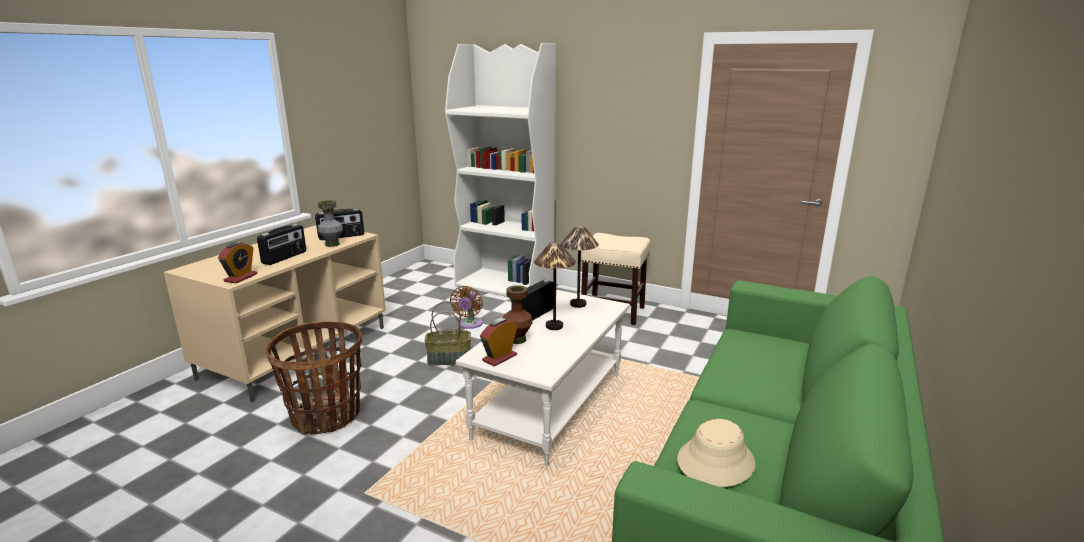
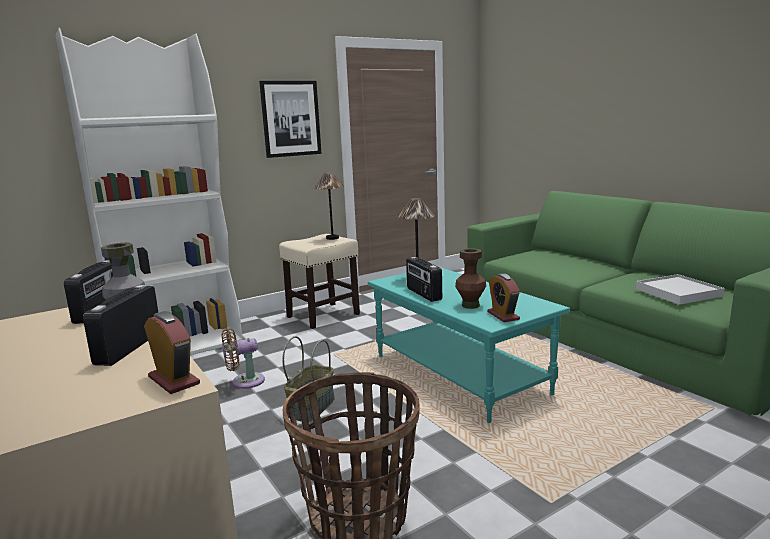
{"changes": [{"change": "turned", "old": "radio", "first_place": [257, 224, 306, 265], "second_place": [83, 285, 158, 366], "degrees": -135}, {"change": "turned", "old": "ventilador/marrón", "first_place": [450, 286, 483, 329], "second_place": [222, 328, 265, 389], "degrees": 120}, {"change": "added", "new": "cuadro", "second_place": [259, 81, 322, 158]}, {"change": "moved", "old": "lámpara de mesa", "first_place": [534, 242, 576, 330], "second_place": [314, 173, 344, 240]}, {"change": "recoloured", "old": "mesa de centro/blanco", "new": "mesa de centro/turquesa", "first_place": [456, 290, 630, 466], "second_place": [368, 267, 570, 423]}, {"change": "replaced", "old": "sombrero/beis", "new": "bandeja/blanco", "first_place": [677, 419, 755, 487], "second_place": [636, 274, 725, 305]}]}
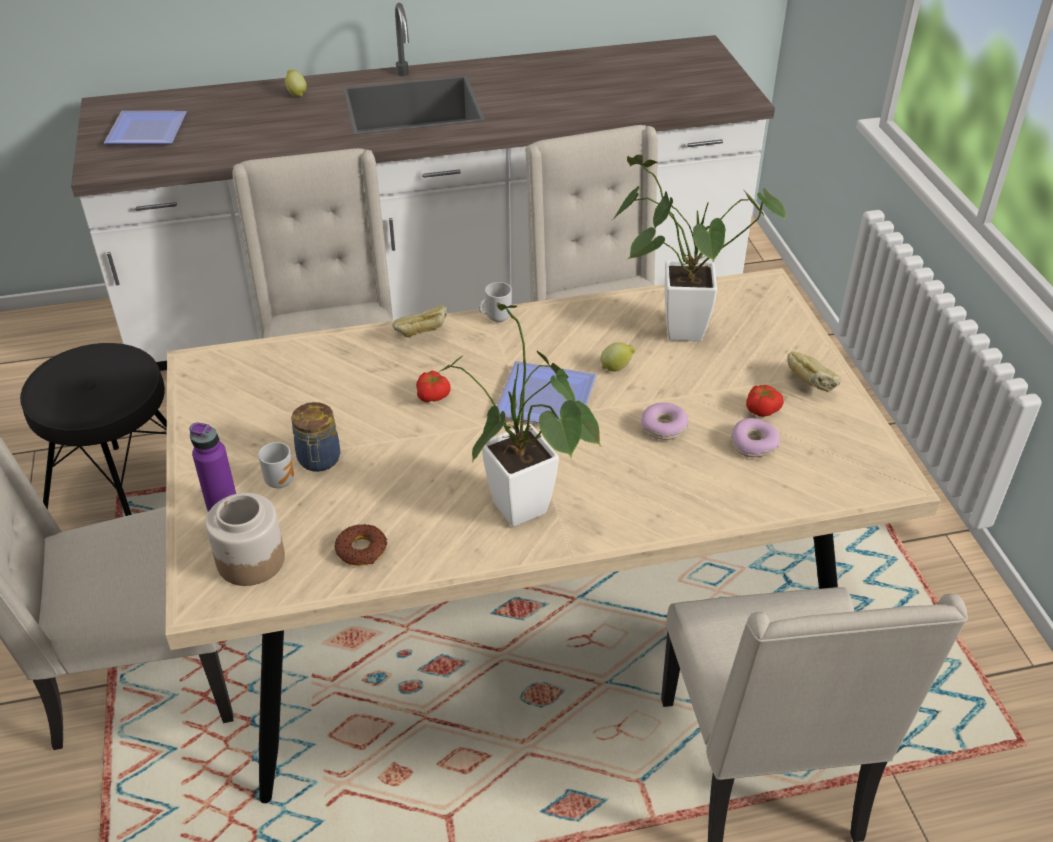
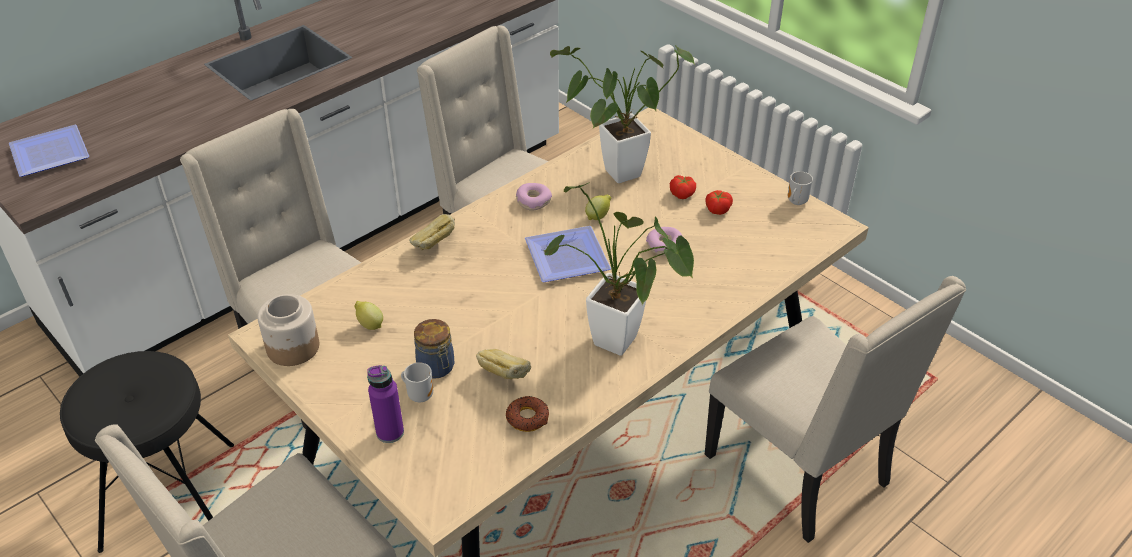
{"changes": [{"change": "moved", "old": "tarro", "first_place": [206, 493, 285, 586], "second_place": [257, 294, 319, 366]}, {"change": "moved", "old": "limón", "first_place": [285, 69, 307, 97], "second_place": [354, 301, 383, 330]}, {"change": "moved", "old": "pan", "first_place": [788, 352, 841, 392], "second_place": [476, 349, 531, 379]}, {"change": "moved", "old": "rosquilla", "first_place": [731, 418, 780, 457], "second_place": [516, 183, 552, 211]}, {"change": "moved", "old": "tomate", "first_place": [416, 371, 451, 402], "second_place": [670, 175, 696, 199]}, {"change": "moved", "old": "taza grande", "first_place": [479, 282, 512, 322], "second_place": [788, 171, 813, 205]}]}
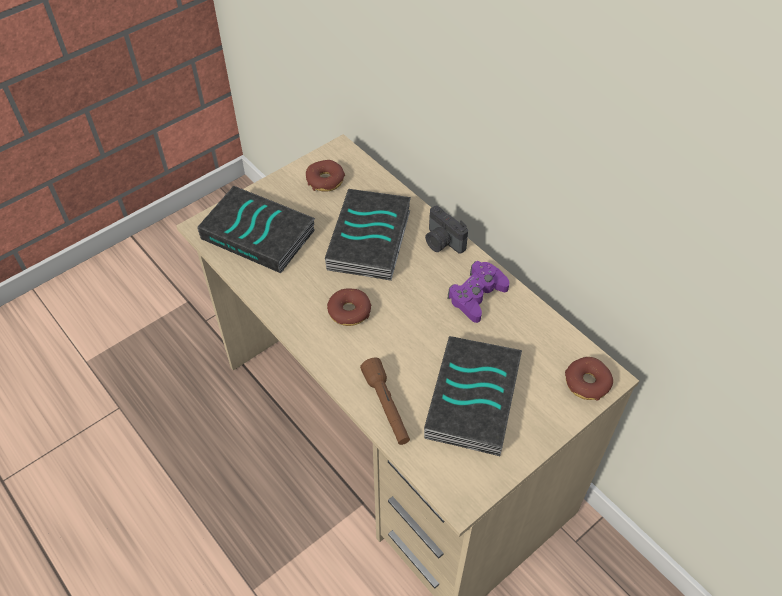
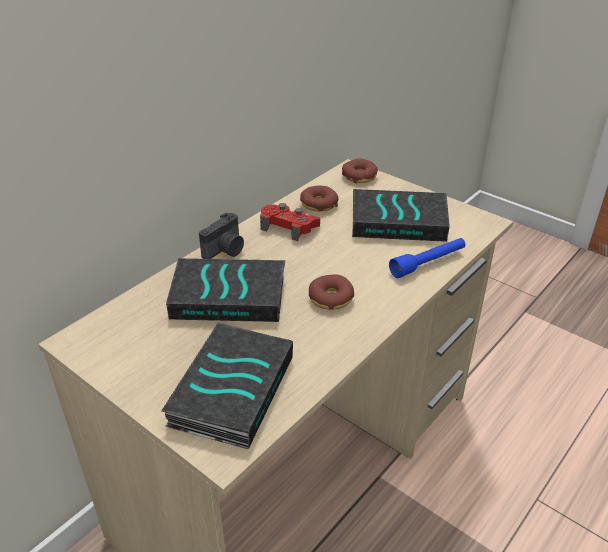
{"changes": [{"change": "recoloured", "old": "mando de consola/morado", "new": "mando de consola/rojo", "first_place": [448, 261, 509, 323], "second_place": [260, 203, 320, 241]}, {"change": "moved", "old": "rosquilla", "first_place": [306, 160, 345, 192], "second_place": [300, 186, 339, 212]}, {"change": "recoloured", "old": "linterna/marrón", "new": "linterna/azul", "first_place": [360, 358, 410, 445], "second_place": [389, 238, 465, 278]}]}
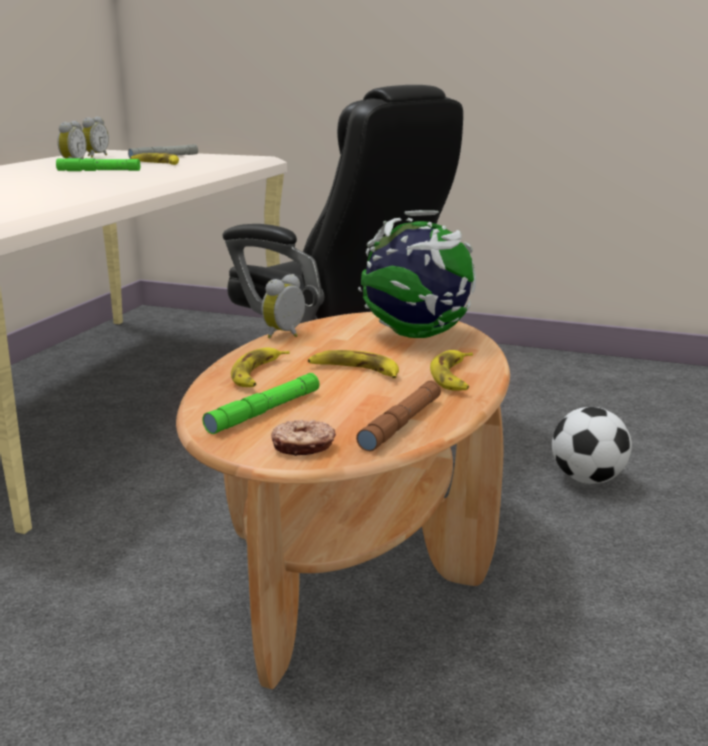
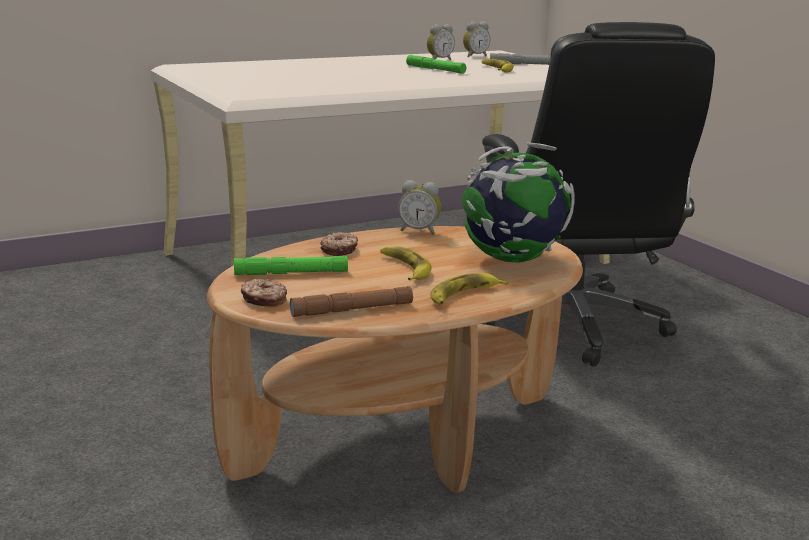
{"changes": [{"change": "replaced", "old": "plátano", "new": "rosquilla", "first_place": [231, 347, 290, 387], "second_place": [320, 232, 358, 256]}, {"change": "turned", "old": "despertador", "first_place": [262, 274, 305, 338], "second_place": [398, 180, 441, 235], "degrees": -150}, {"change": "removed", "old": "balón de fútbol", "first_place": [552, 407, 632, 484]}]}
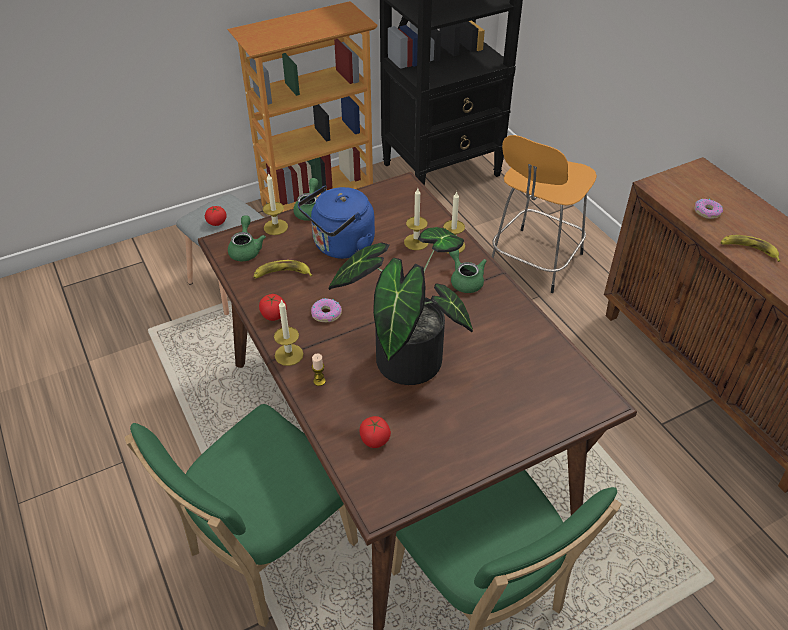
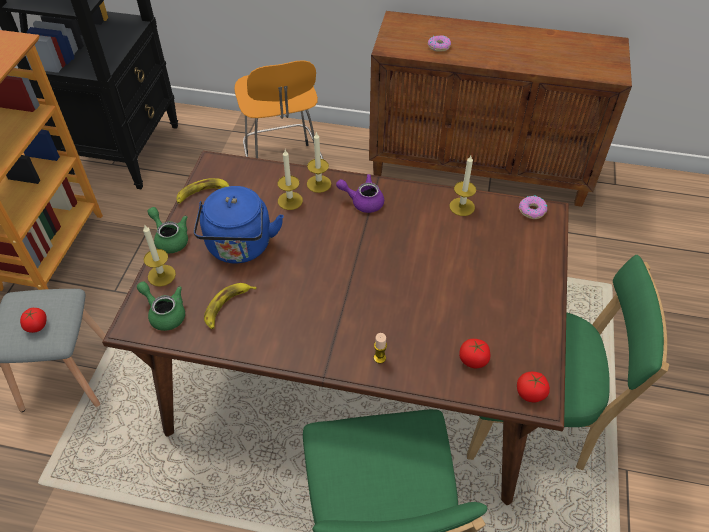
{"changes": [{"change": "moved", "old": "plátano", "first_place": [721, 235, 780, 262], "second_place": [177, 178, 229, 203]}, {"change": "recoloured", "old": "tetera/verde", "new": "tetera/morado", "first_place": [449, 250, 487, 293], "second_place": [336, 174, 384, 213]}, {"change": "moved", "old": "vela", "first_place": [274, 300, 304, 366], "second_place": [449, 156, 476, 216]}, {"change": "moved", "old": "tomate", "first_place": [259, 294, 287, 321], "second_place": [517, 372, 550, 403]}, {"change": "moved", "old": "rosquilla", "first_place": [311, 298, 342, 322], "second_place": [519, 195, 547, 219]}, {"change": "removed", "old": "planta en maceta", "first_place": [329, 227, 473, 385]}]}
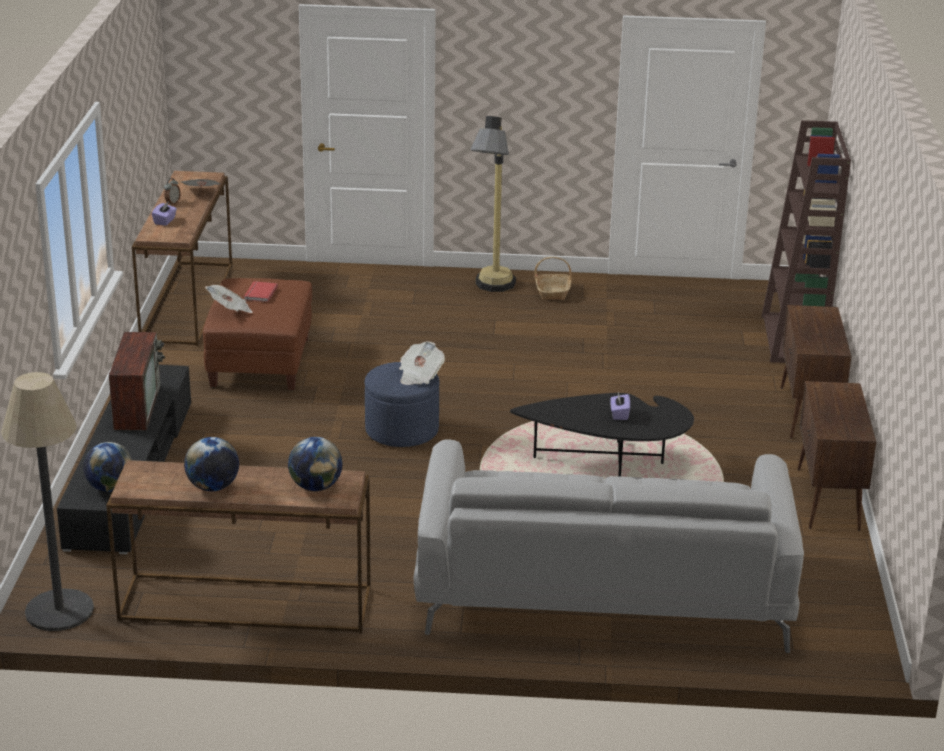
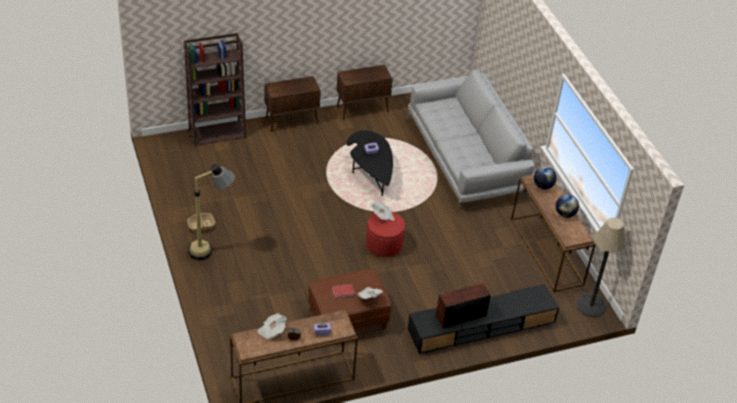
{"changes": [{"change": "recoloured", "old": "puf/azul", "new": "puf/rojo", "first_place": [365, 362, 439, 447], "second_place": [366, 211, 405, 257]}, {"change": "removed", "old": "globo terráqueo", "first_place": [83, 442, 133, 492]}]}
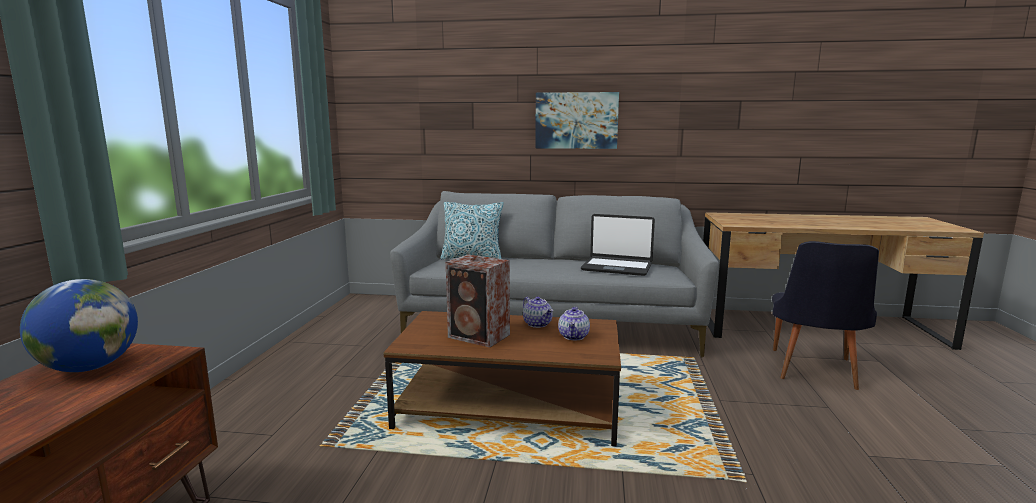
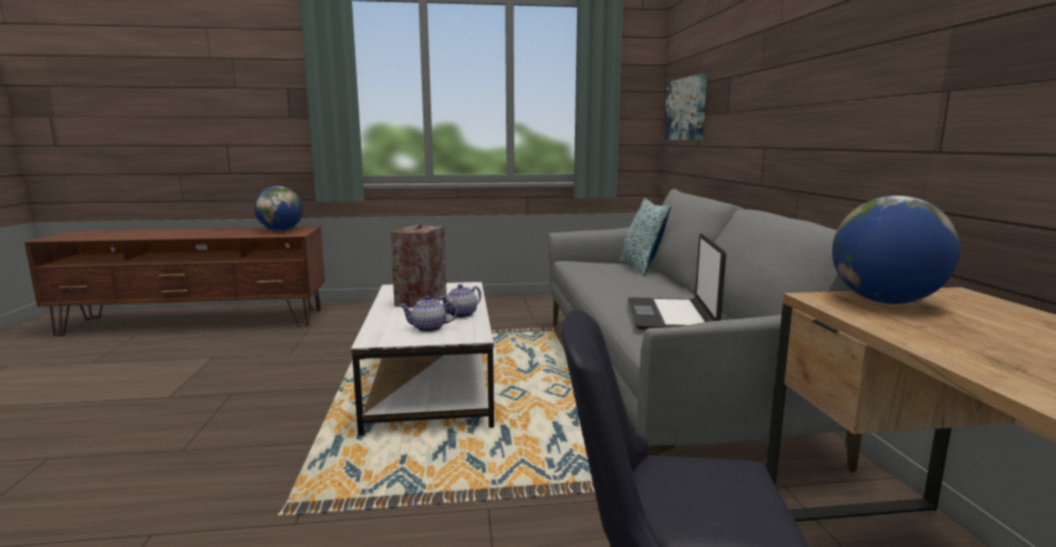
{"changes": [{"change": "recoloured", "old": "mesa de centro/marrón", "new": "mesa de centro/blanco", "first_place": [384, 311, 621, 446], "second_place": [351, 282, 494, 436]}, {"change": "moved", "old": "cuadro", "first_place": [535, 92, 619, 149], "second_place": [664, 73, 707, 140]}, {"change": "added", "new": "globo terráqueo", "second_place": [832, 196, 960, 304]}]}
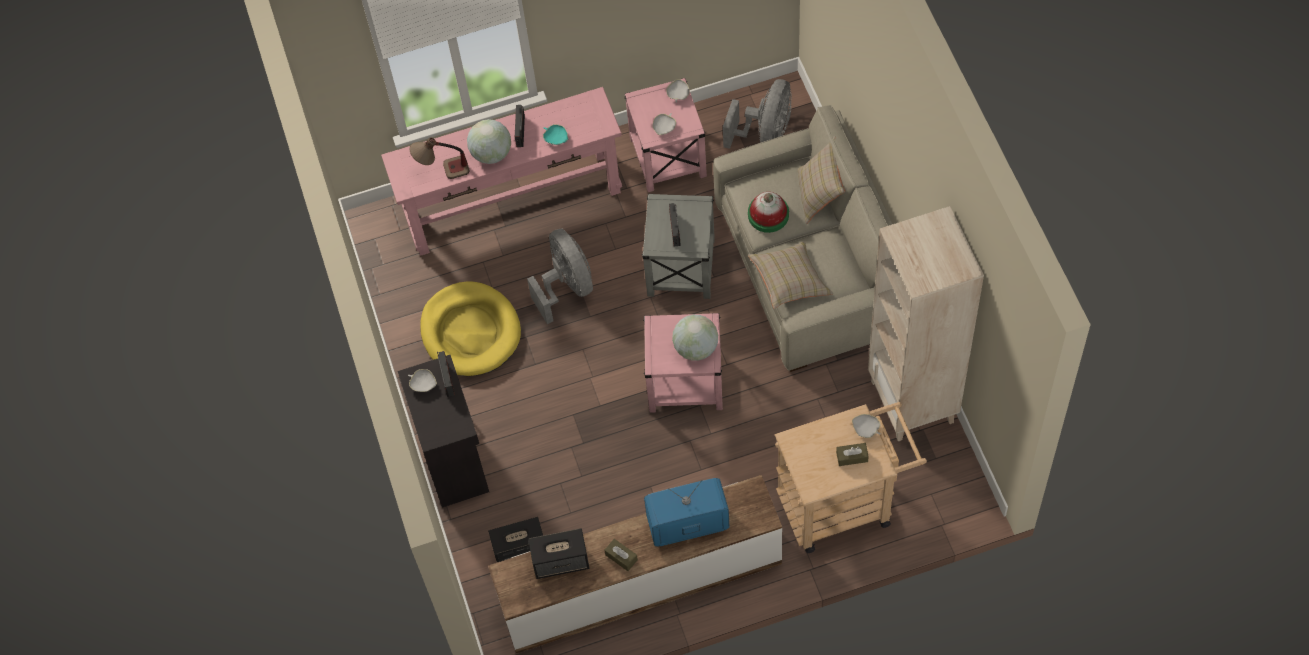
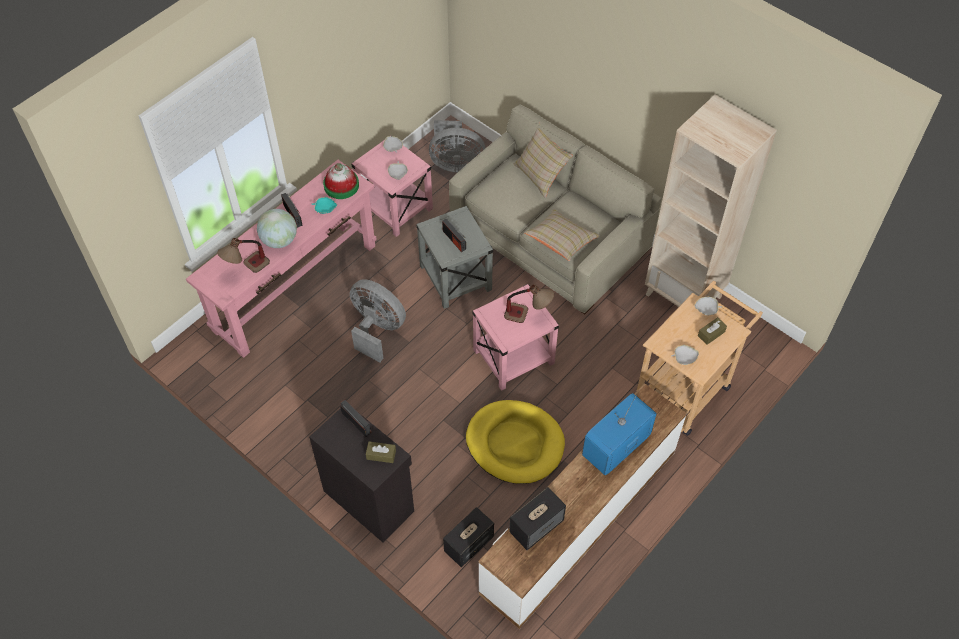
{"changes": [{"change": "moved", "old": "sombrero", "first_place": [748, 192, 789, 233], "second_place": [323, 163, 359, 199]}, {"change": "moved", "old": "caja de pañuelos/marrón", "first_place": [604, 539, 638, 571], "second_place": [366, 441, 396, 463]}, {"change": "turned", "old": "ventilador/gris", "first_place": [723, 79, 791, 149], "second_place": [429, 120, 486, 173], "degrees": 105}, {"change": "moved", "old": "cama para perro/amarillo", "first_place": [420, 281, 521, 376], "second_place": [466, 400, 565, 484]}, {"change": "replaced", "old": "globo terráqueo", "new": "lámpara de mesa", "first_place": [672, 315, 718, 361], "second_place": [504, 284, 554, 323]}, {"change": "moved", "old": "cuenco/blanco", "first_place": [408, 369, 437, 392], "second_place": [671, 345, 699, 365]}]}
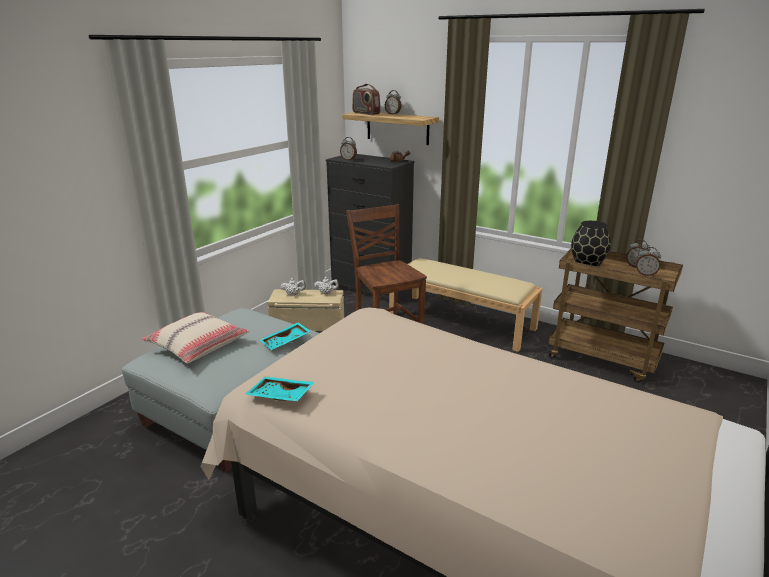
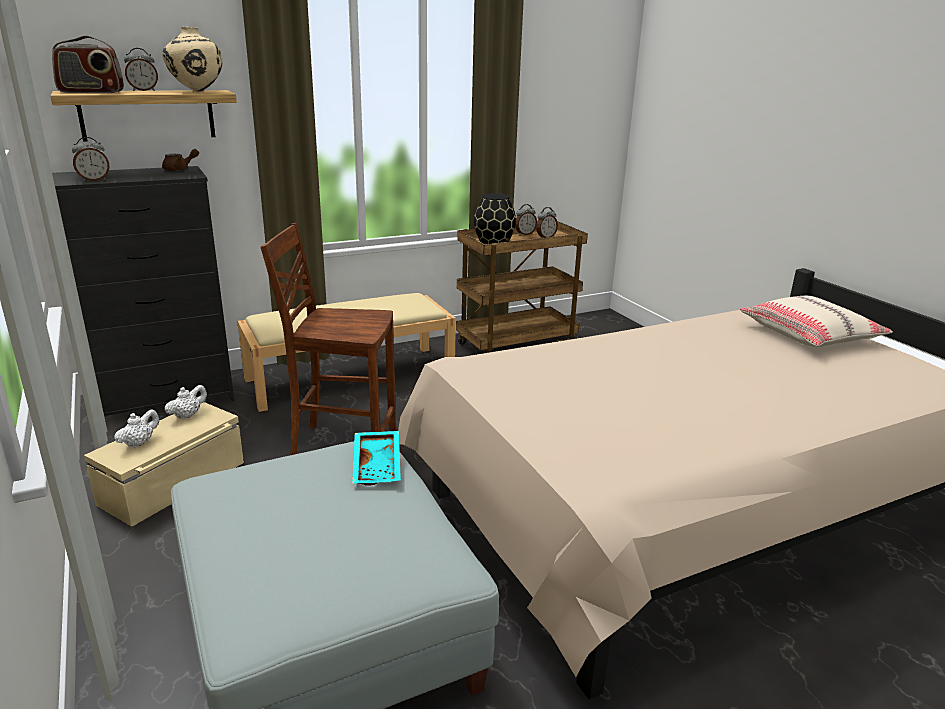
{"changes": [{"change": "added", "new": "florero/beis", "second_place": [162, 27, 223, 92]}, {"change": "moved", "old": "cojín/beis", "first_place": [142, 312, 250, 364], "second_place": [740, 296, 893, 347]}, {"change": "removed", "old": "bandeja/turquesa", "first_place": [245, 377, 315, 401]}]}
